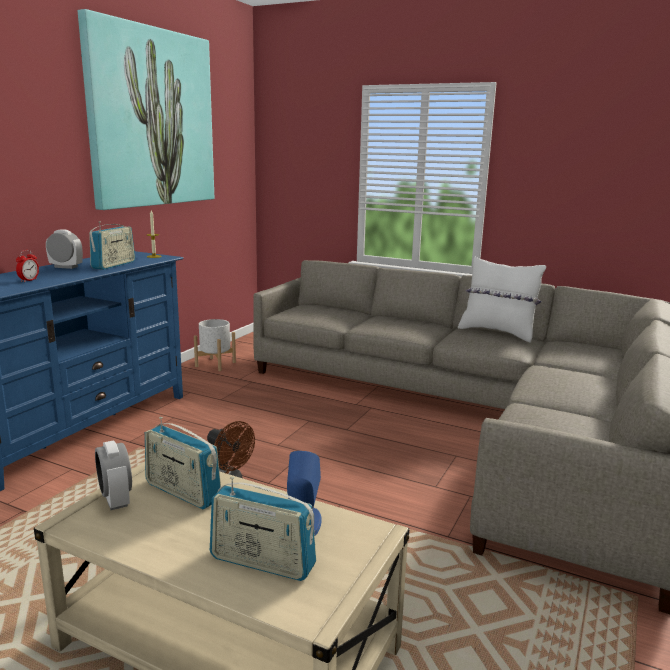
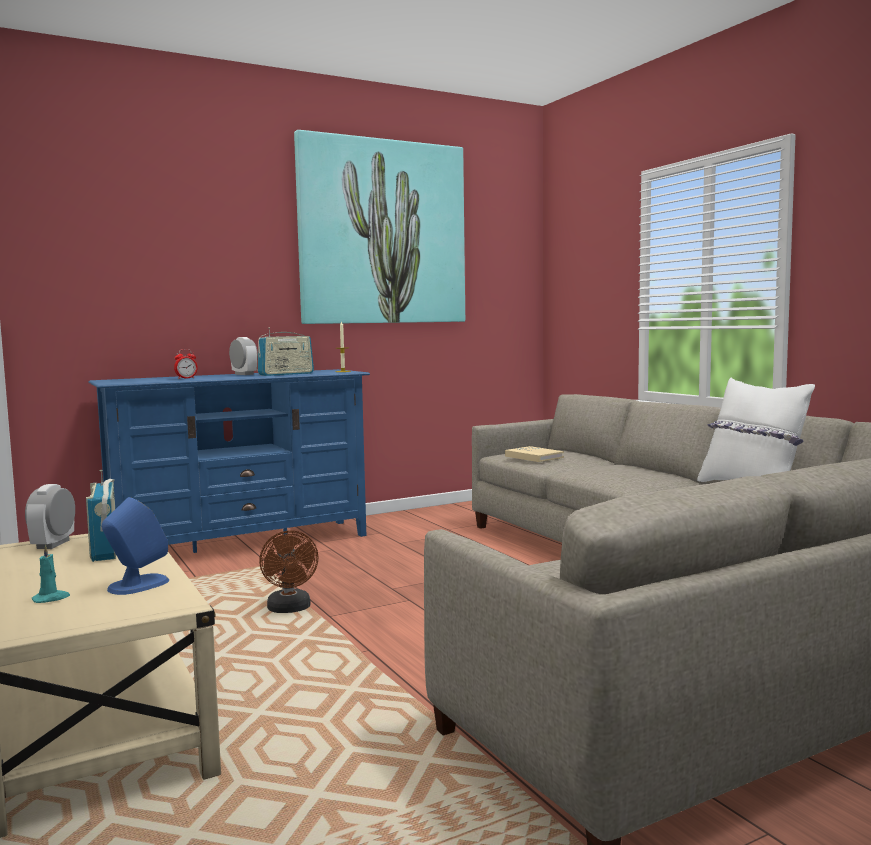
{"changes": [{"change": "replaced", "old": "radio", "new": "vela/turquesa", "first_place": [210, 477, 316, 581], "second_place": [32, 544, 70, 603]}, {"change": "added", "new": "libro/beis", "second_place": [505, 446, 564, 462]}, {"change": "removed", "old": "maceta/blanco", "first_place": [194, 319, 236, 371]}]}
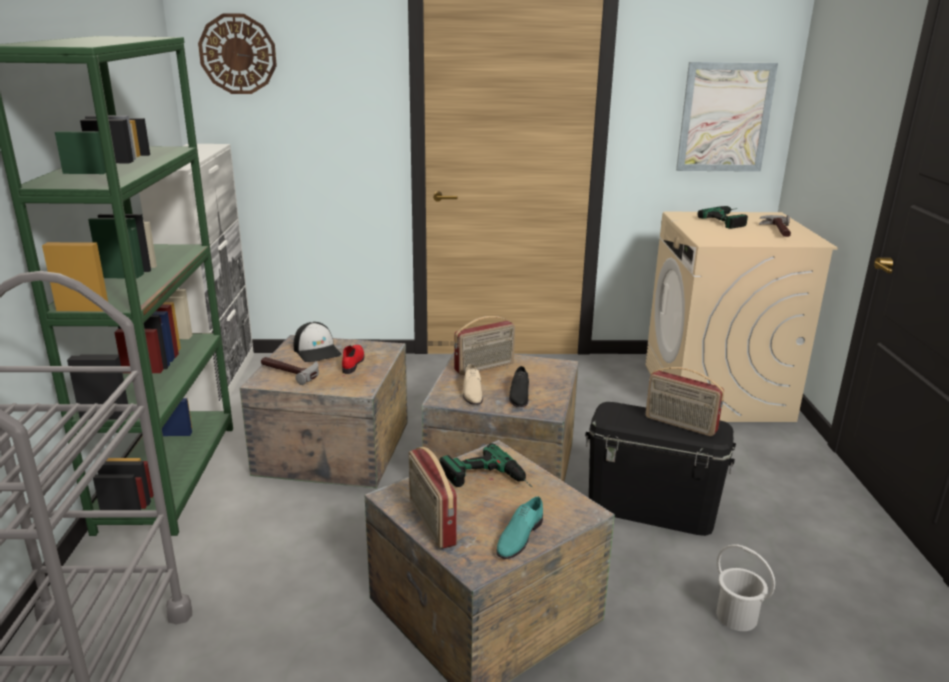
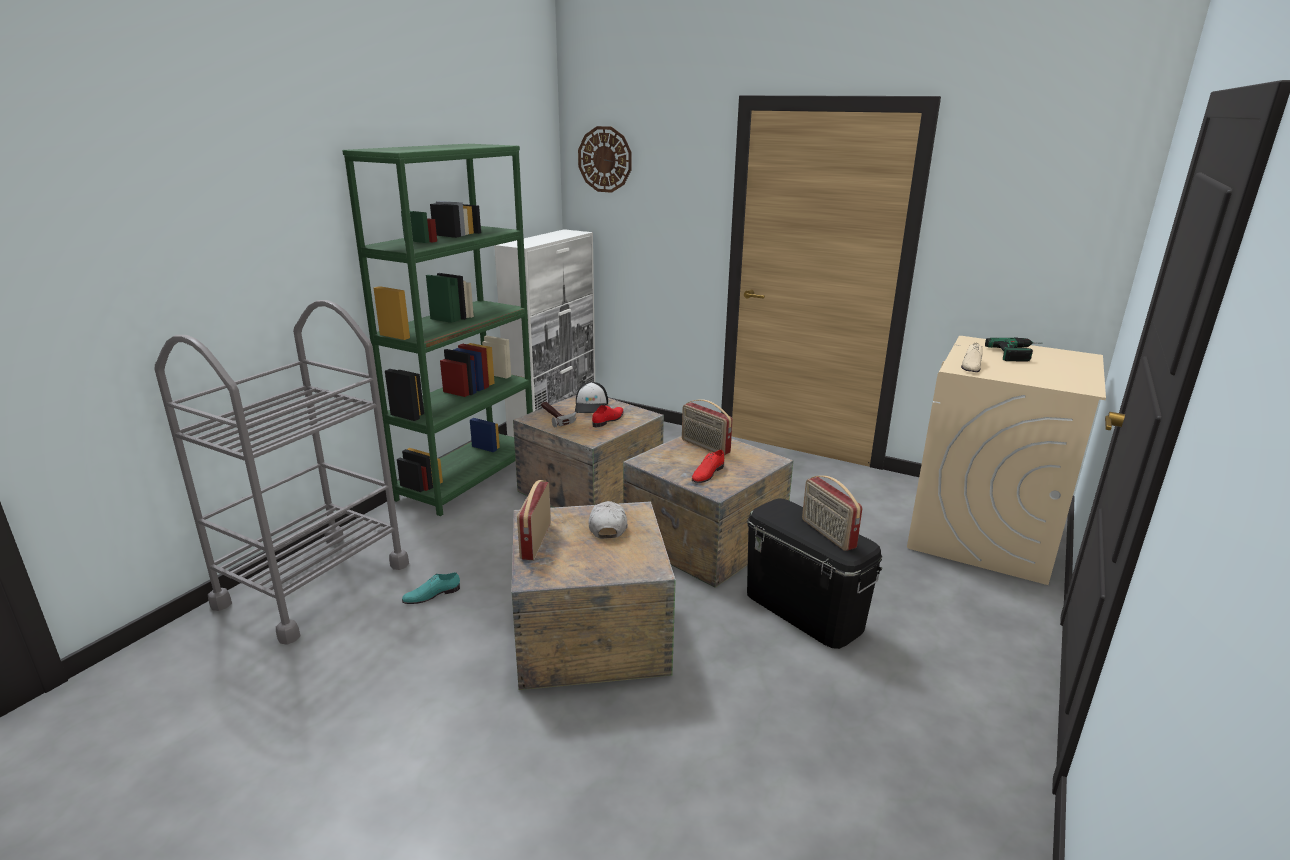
{"changes": [{"change": "moved", "old": "zapato/turquesa", "first_place": [496, 497, 543, 559], "second_place": [402, 572, 460, 604]}, {"change": "replaced", "old": "taladro", "new": "gorra/blanco", "first_place": [440, 443, 533, 488], "second_place": [588, 501, 628, 539]}, {"change": "turned", "old": "radio", "first_place": [454, 316, 515, 375], "second_place": [682, 399, 733, 455], "degrees": 45}, {"change": "recoloured", "old": "zapato/negro", "new": "zapato/rojo", "first_place": [509, 366, 529, 407], "second_place": [692, 450, 724, 483]}, {"change": "moved", "old": "zapato/beis", "first_place": [463, 364, 483, 405], "second_place": [961, 343, 983, 372]}, {"change": "removed", "old": "cuadro", "first_place": [676, 62, 778, 172]}, {"change": "removed", "old": "cubo/blanco", "first_place": [716, 544, 775, 631]}, {"change": "removed", "old": "martillo", "first_place": [759, 215, 791, 237]}]}
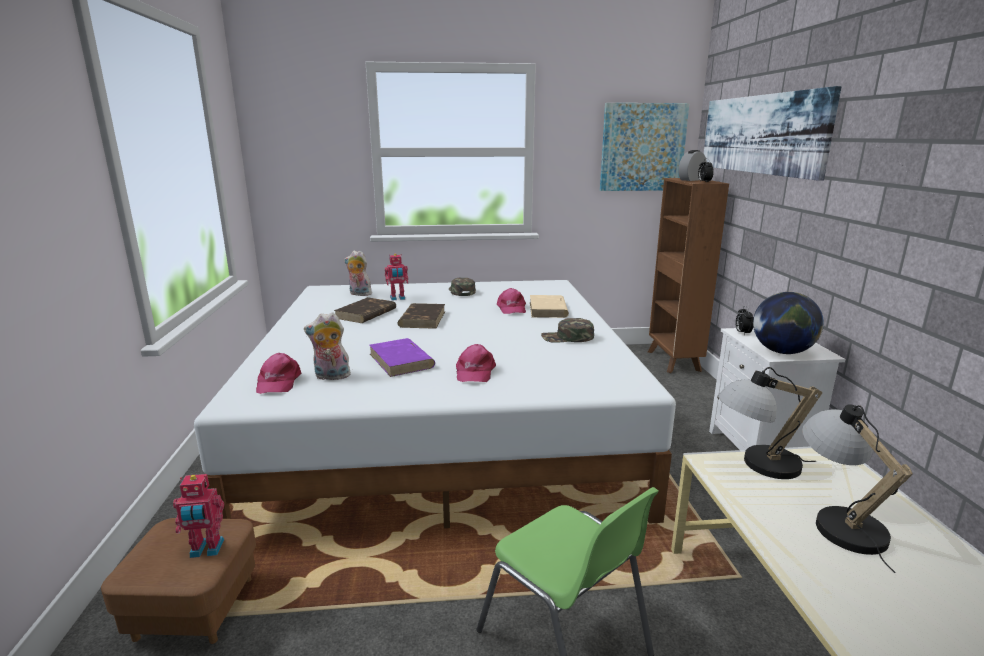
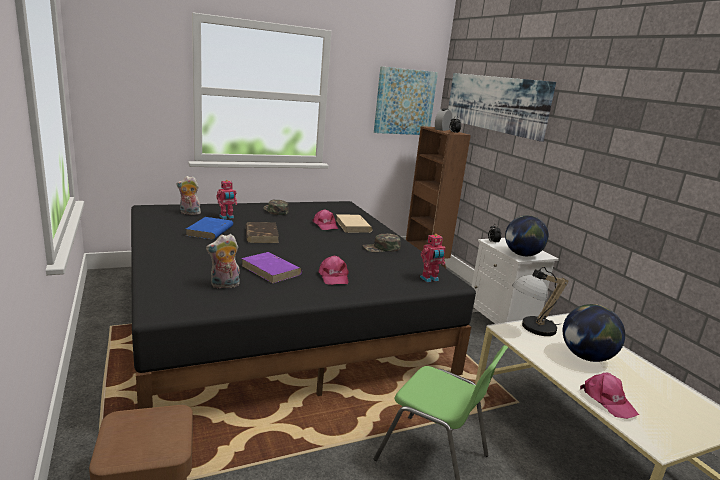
{"changes": [{"change": "recoloured", "old": "cama/blanco", "new": "cama/negro", "first_place": [194, 280, 676, 528], "second_place": [131, 201, 476, 409]}, {"change": "recoloured", "old": "libro/marrón", "new": "libro/azul", "first_place": [334, 297, 396, 323], "second_place": [186, 217, 233, 240]}, {"change": "moved", "old": "robot de juguete", "first_place": [173, 474, 224, 558], "second_place": [420, 234, 445, 282]}, {"change": "replaced", "old": "lámpara de mesa", "new": "globo terráqueo", "first_place": [802, 404, 913, 573], "second_place": [563, 304, 625, 362]}, {"change": "moved", "old": "gorra/rosa", "first_place": [256, 353, 302, 394], "second_place": [580, 372, 639, 419]}]}
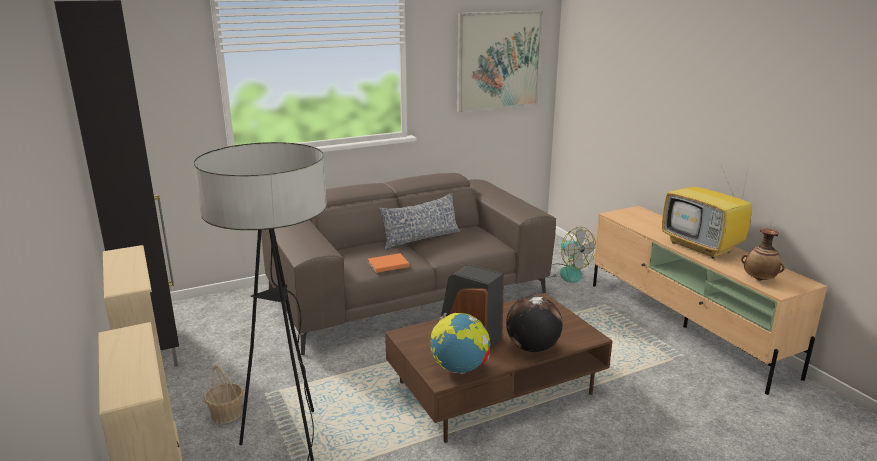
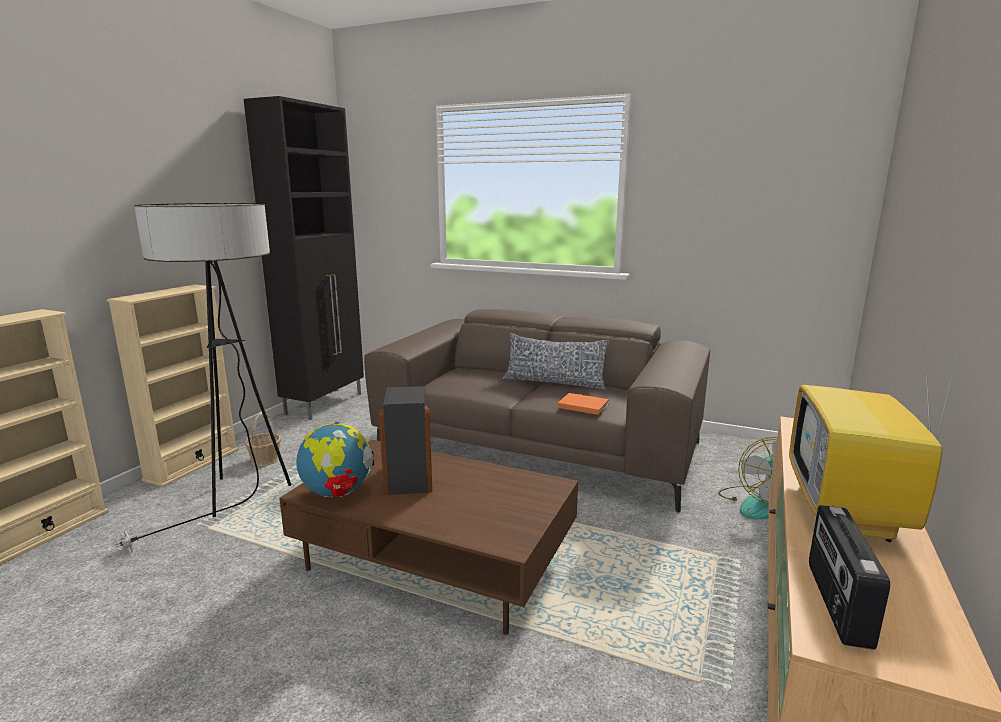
{"changes": [{"change": "moved", "old": "libro/naranja", "first_place": [368, 253, 409, 273], "second_place": [558, 393, 609, 415]}, {"change": "replaced", "old": "florero", "new": "radio", "first_place": [742, 228, 784, 281], "second_place": [809, 505, 890, 650]}, {"change": "removed", "old": "cuadro", "first_place": [457, 11, 543, 113]}, {"change": "removed", "old": "globo terráqueo", "first_place": [506, 296, 562, 352]}]}
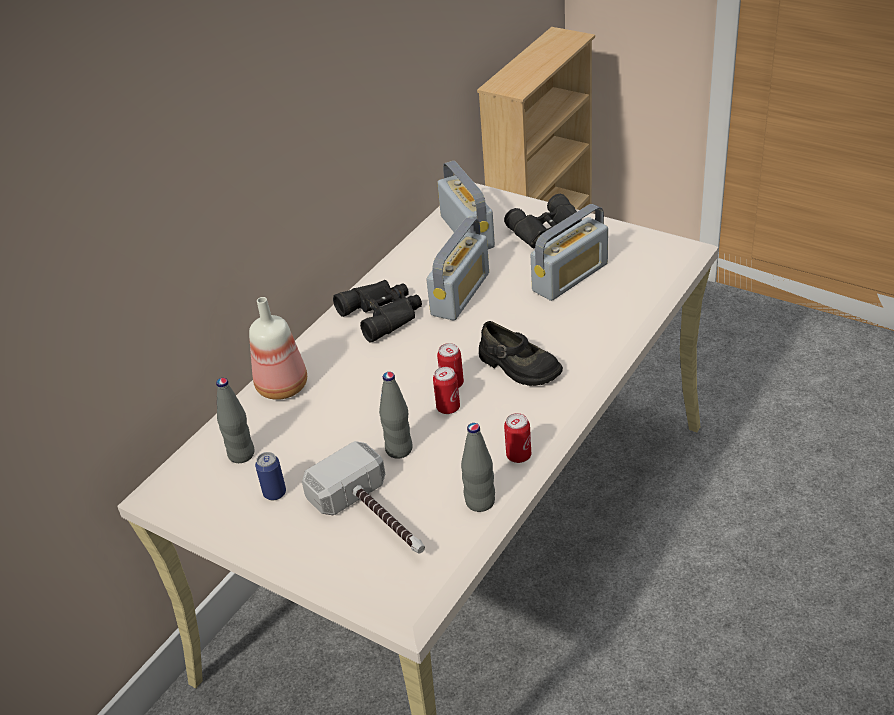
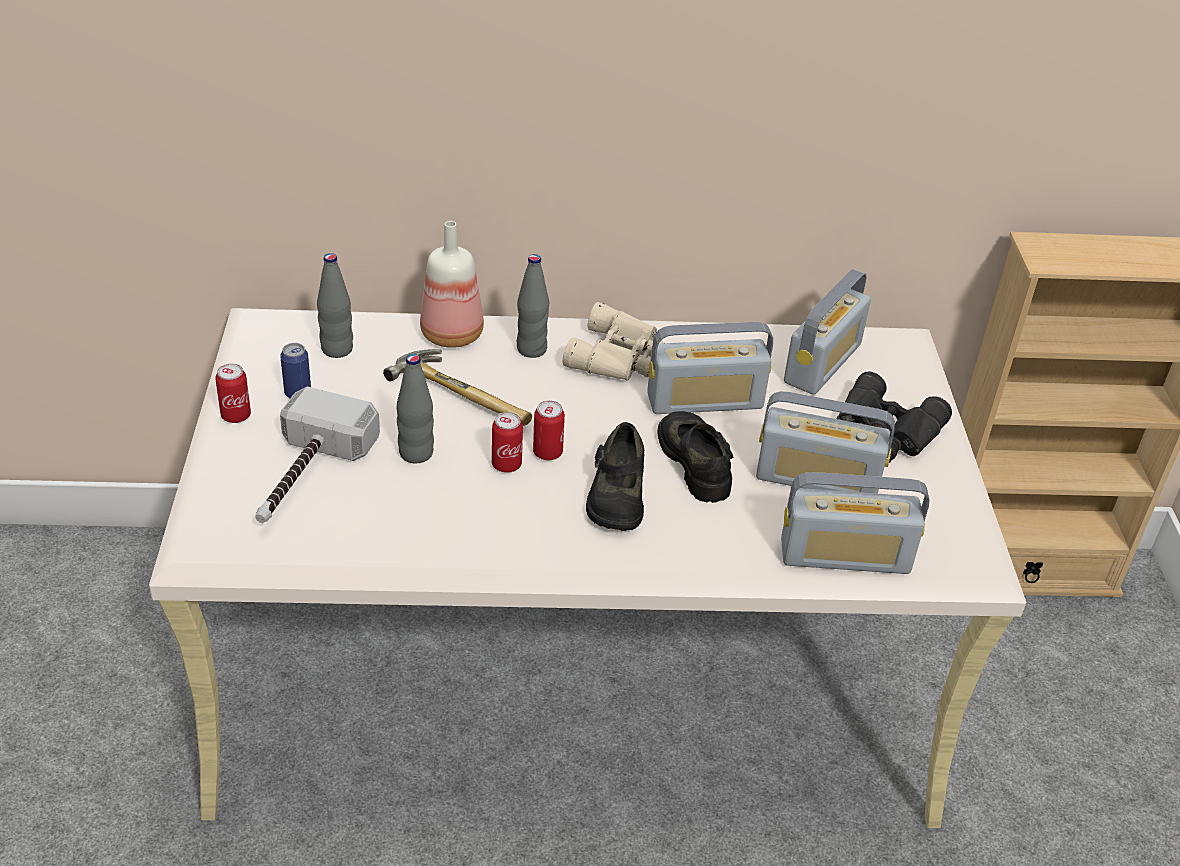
{"changes": [{"change": "moved", "old": "lata", "first_place": [504, 413, 531, 463], "second_place": [215, 364, 251, 423]}, {"change": "added", "new": "martillo", "second_place": [383, 349, 532, 426]}, {"change": "moved", "old": "botella/gris", "first_place": [461, 423, 495, 512], "second_place": [517, 254, 549, 358]}, {"change": "recoloured", "old": "prismáticos/negro", "new": "prismáticos/beis", "first_place": [333, 280, 422, 343], "second_place": [563, 302, 664, 381]}, {"change": "added", "new": "zapato/negro", "second_place": [657, 411, 733, 503]}, {"change": "added", "new": "radio", "second_place": [781, 472, 929, 574]}]}
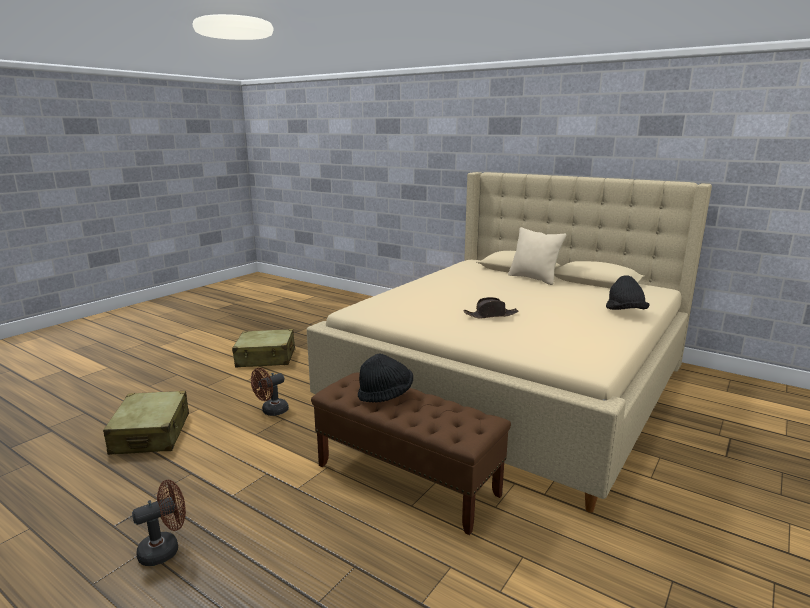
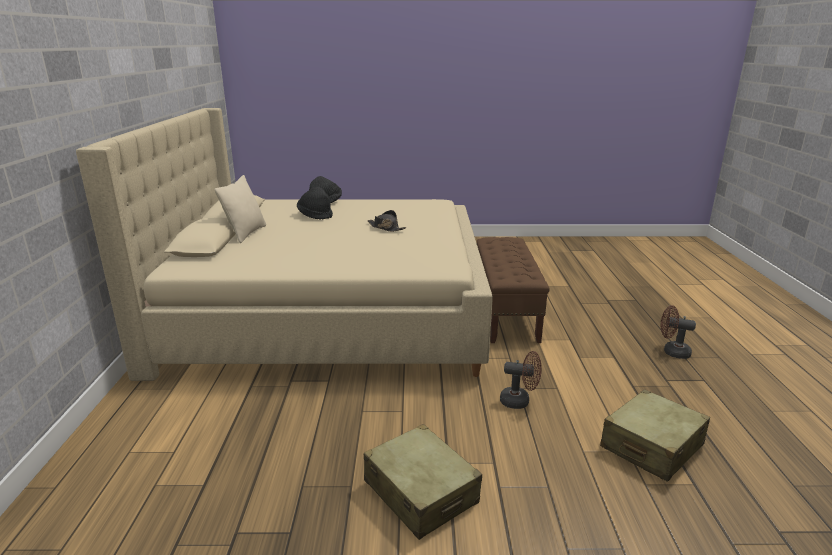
{"changes": [{"change": "moved", "old": "sombrero/negro", "first_place": [358, 354, 413, 403], "second_place": [297, 187, 333, 219]}]}
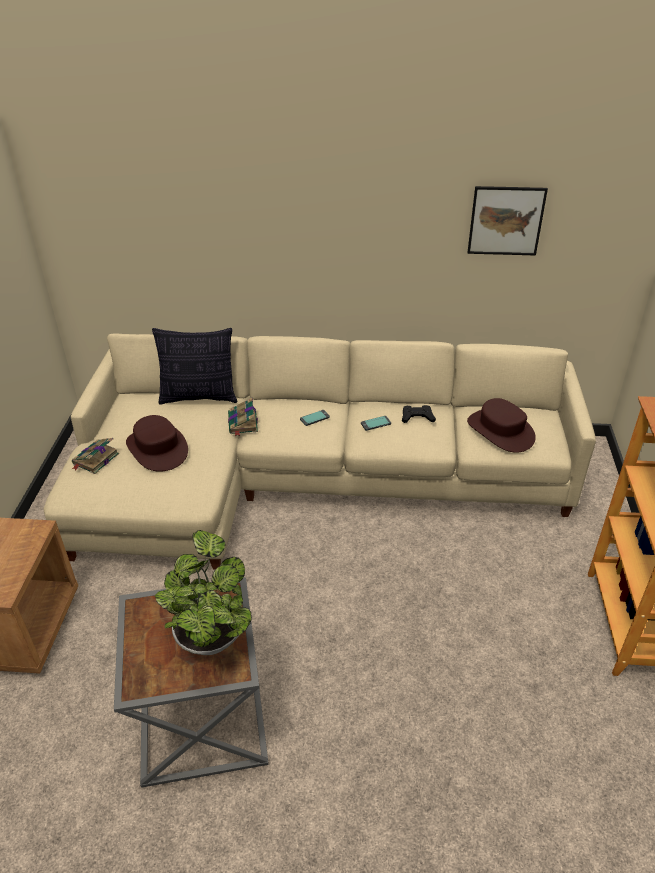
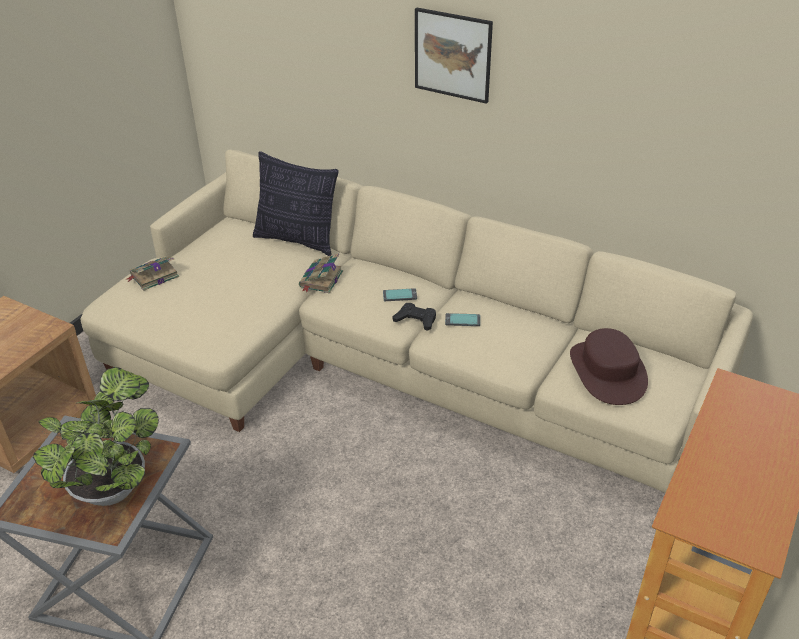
{"changes": [{"change": "moved", "old": "mando de consola/negro", "first_place": [402, 405, 436, 423], "second_place": [393, 303, 436, 331]}, {"change": "moved", "old": "cuadro", "first_place": [468, 186, 548, 255], "second_place": [415, 8, 493, 104]}, {"change": "removed", "old": "sombrero/marrón", "first_place": [126, 415, 188, 472]}]}
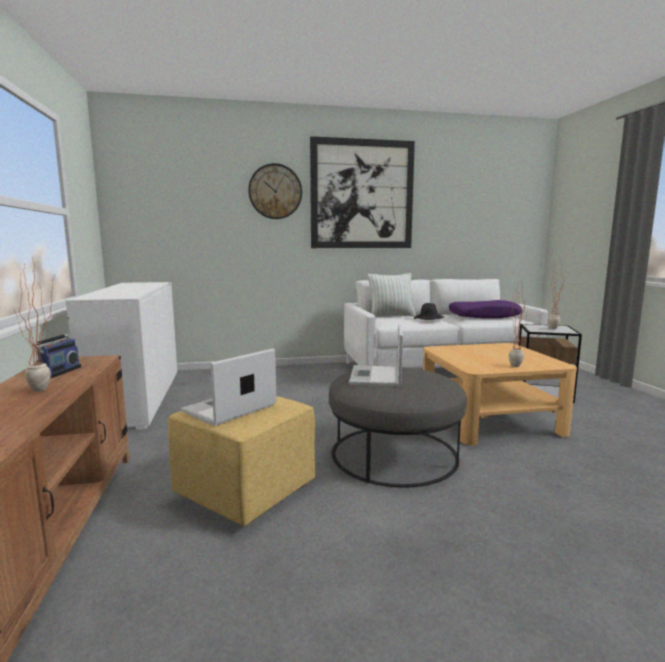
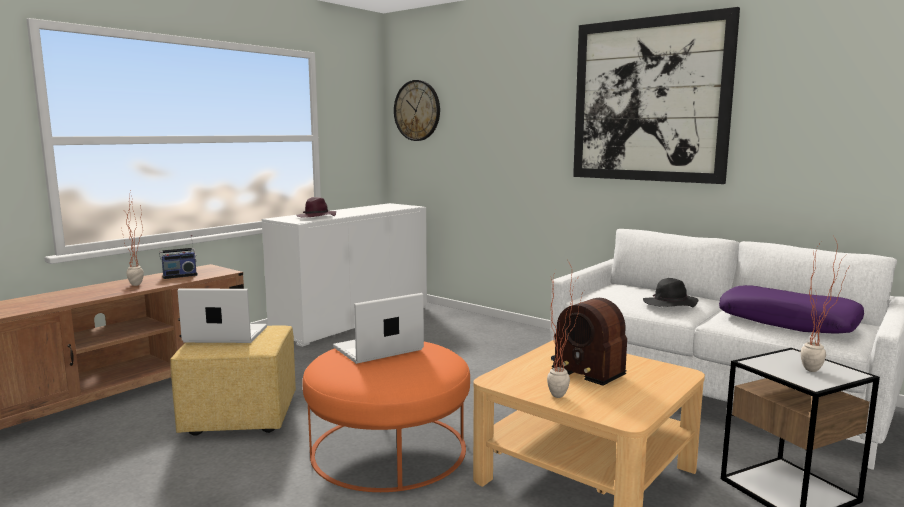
{"changes": [{"change": "added", "new": "sombrero/morado", "second_place": [296, 197, 336, 218]}, {"change": "recoloured", "old": "puf/gris", "new": "puf/naranja", "first_place": [329, 367, 467, 488], "second_place": [302, 342, 470, 492]}, {"change": "moved", "old": "reloj de pared", "first_place": [248, 163, 302, 219], "second_place": [394, 80, 440, 141]}, {"change": "added", "new": "radio", "second_place": [551, 298, 627, 386]}, {"change": "removed", "old": "cojín", "first_place": [368, 273, 416, 317]}]}
